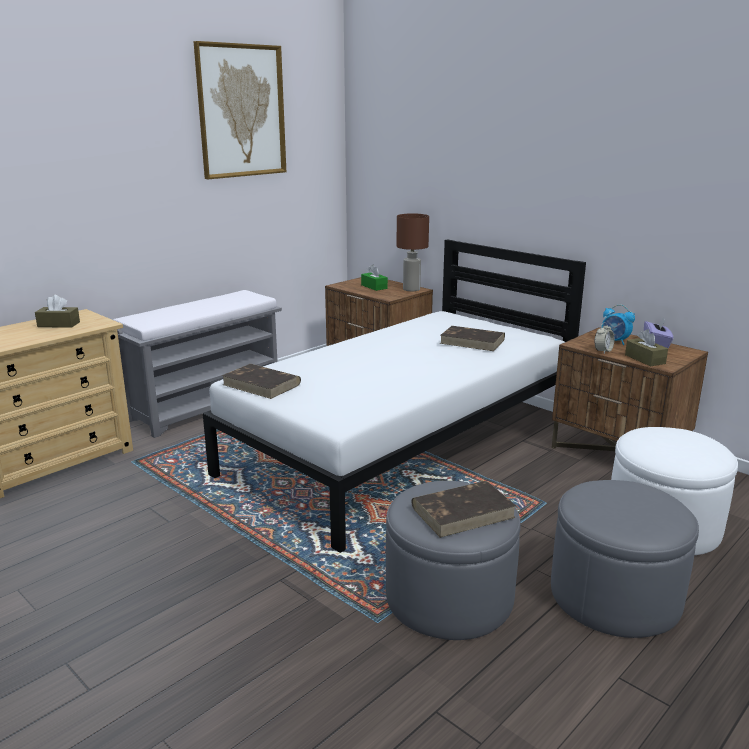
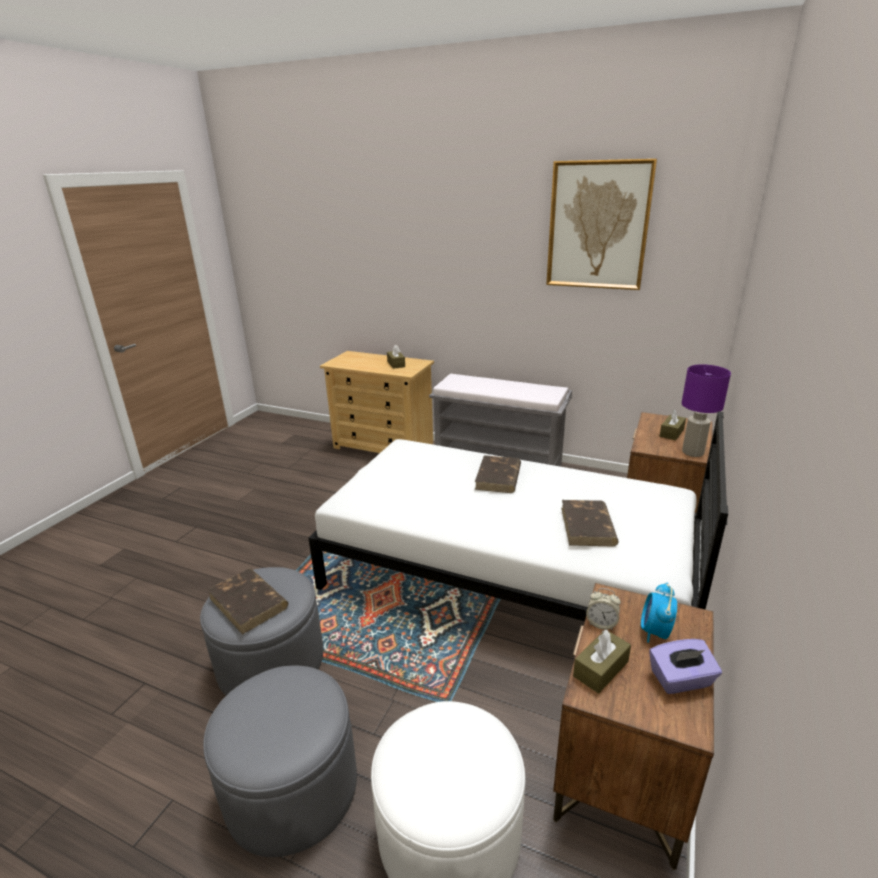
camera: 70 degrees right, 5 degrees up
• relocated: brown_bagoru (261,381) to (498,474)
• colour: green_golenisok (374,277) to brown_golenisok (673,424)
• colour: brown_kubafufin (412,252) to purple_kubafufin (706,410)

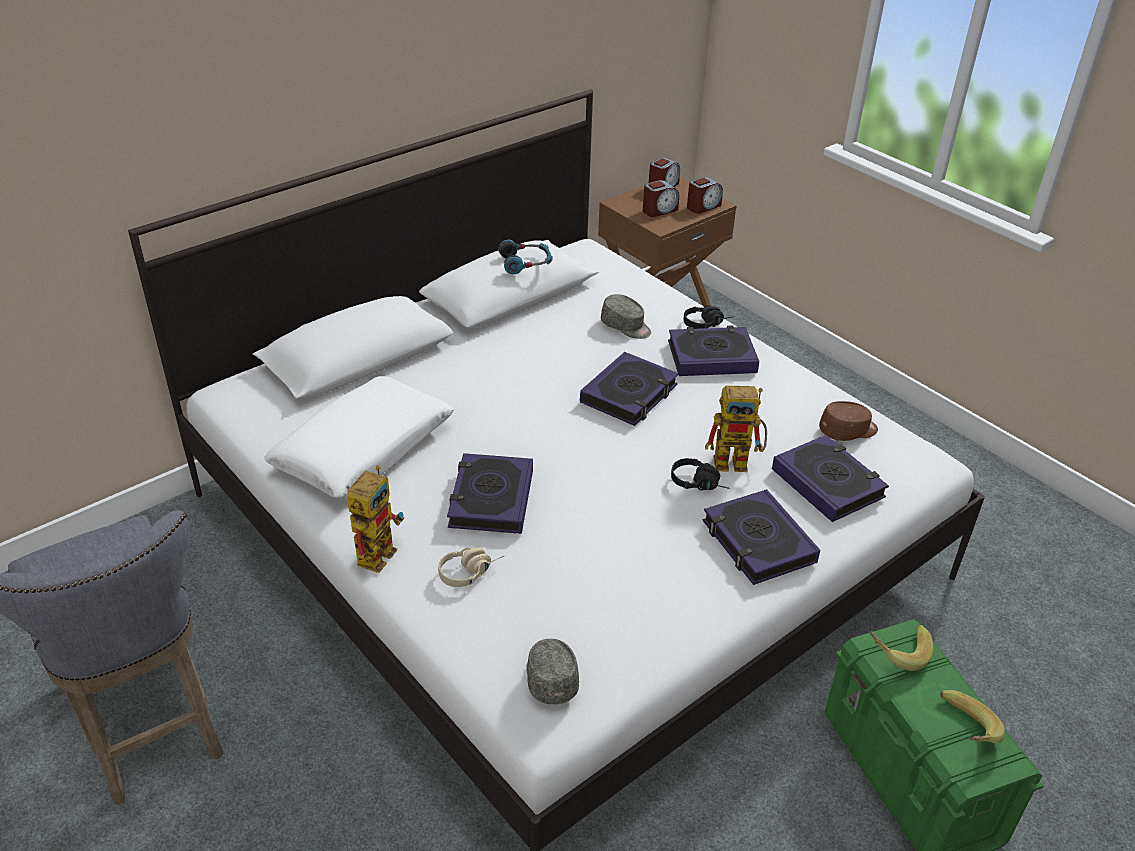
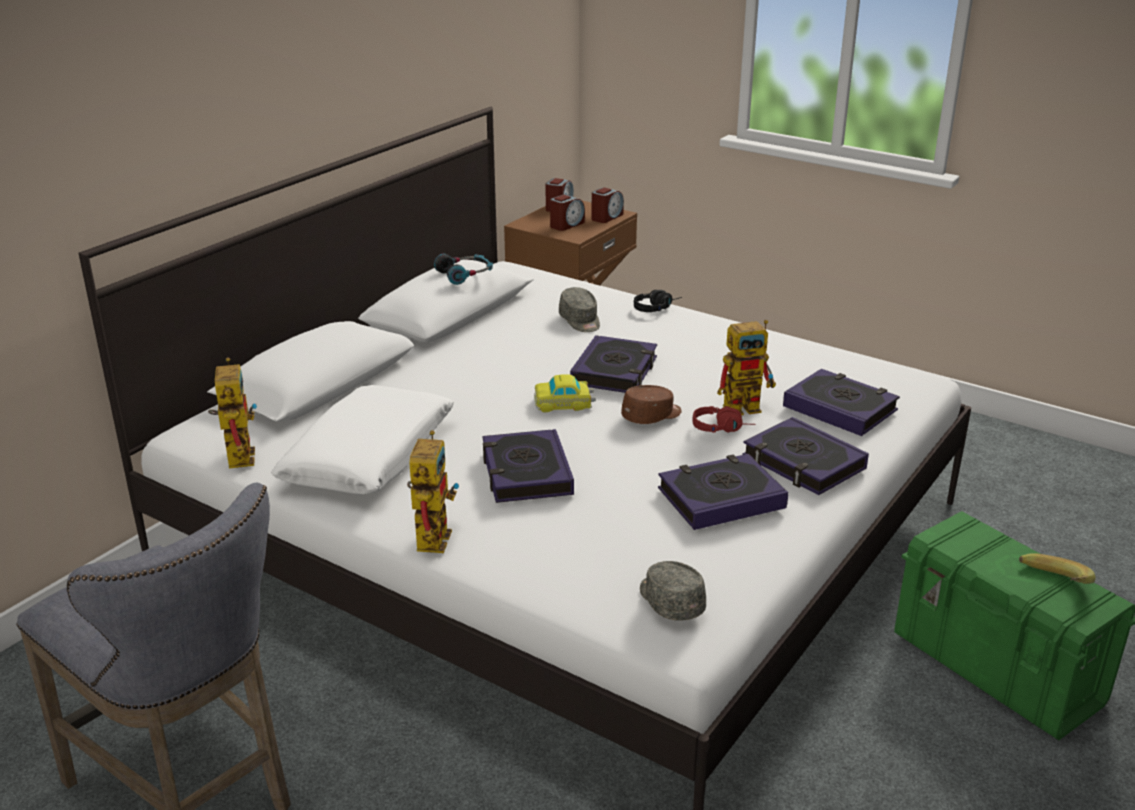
camera: 15 degrees left, 10 degrees down
• missing: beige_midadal (471,567)
• spun: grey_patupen (626,316) = (579,309) 45 degrees clockwise
• relocated: bagoru (713,350) to (723,492)
• colour: black_midadal (700,474) to red_midadal (724,419)
• relocated: brown_patupen (848,421) to (651,404)
• missing: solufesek (901,648)
• appeared: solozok (232,412)
• appeared: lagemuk (565,393)

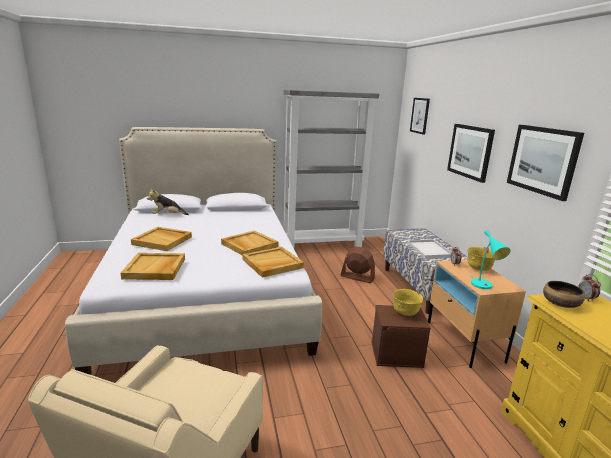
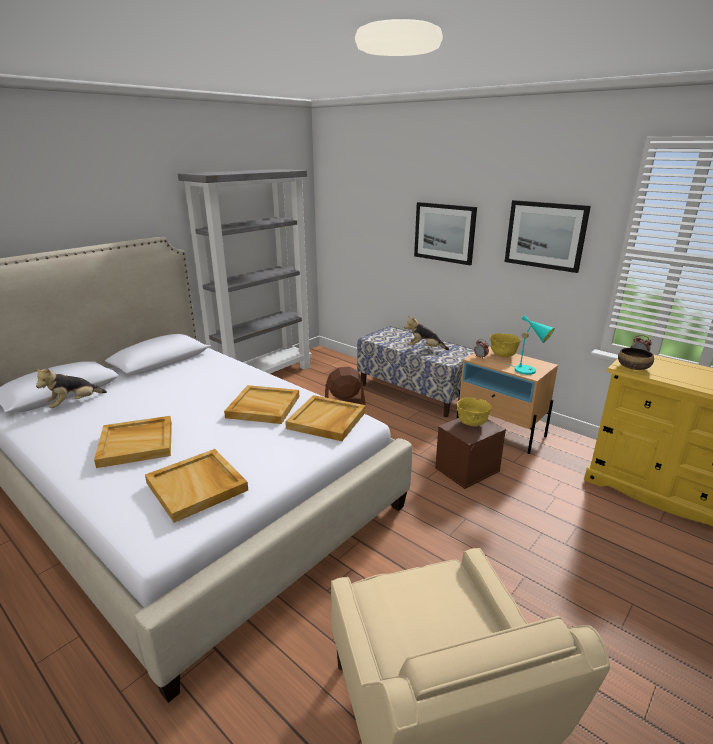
camera: 35 degrees left, 5 degrees up
• exchanged: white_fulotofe (429,248) to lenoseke (426,333)
• missing: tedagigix (420,116)

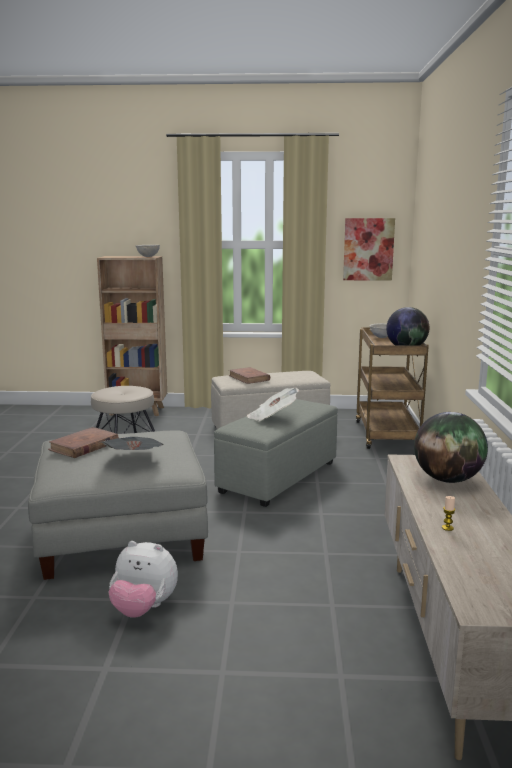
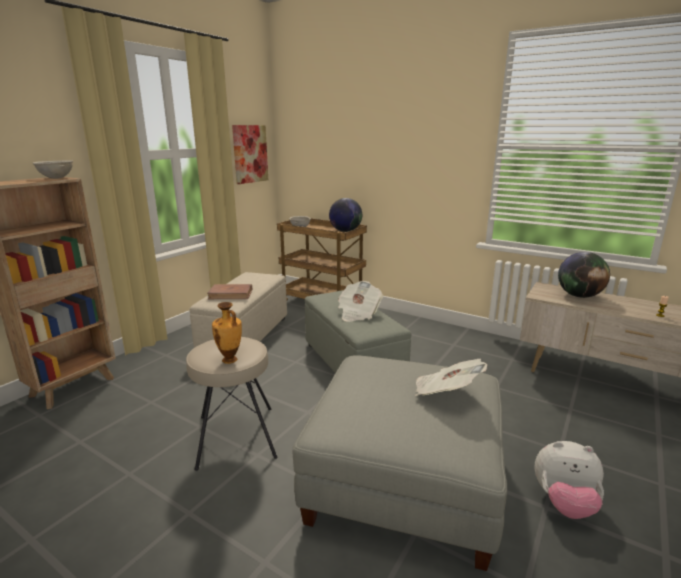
camera: 60 degrees left, 5 degrees up
• missing: brown_bagoru (83,442)
• spun: lenoseke (143,579) = (569,480) 60 degrees clockwise
• appeared: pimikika (227,333)

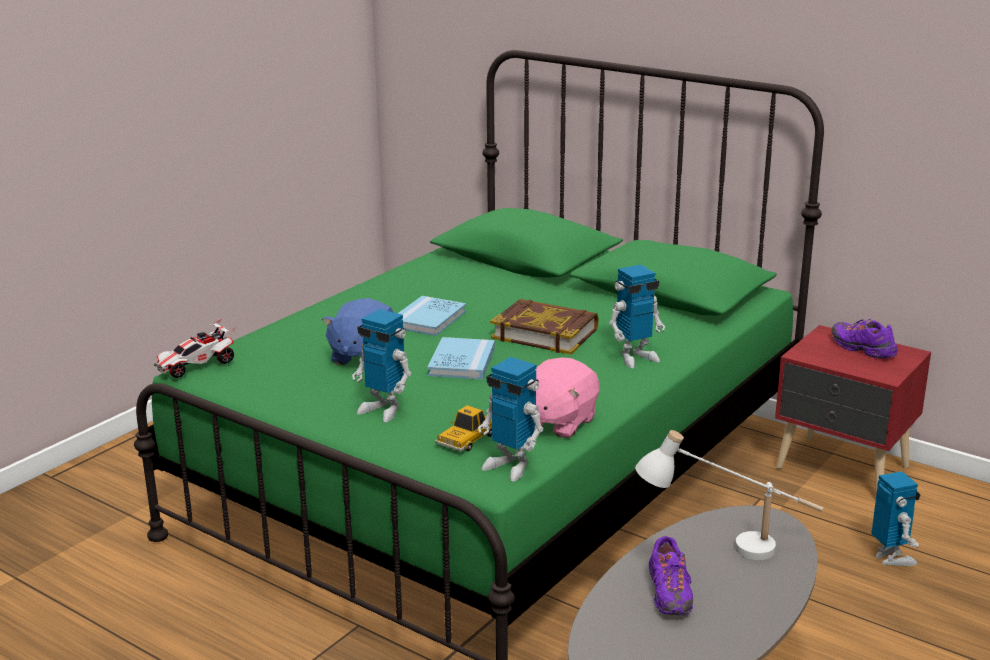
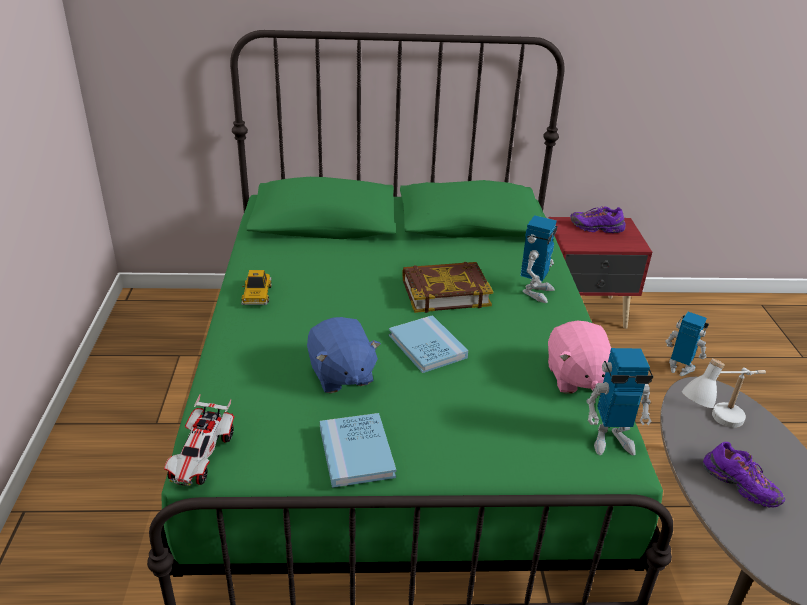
camera: 40 degrees left, 10 degrees up
• missing: solozok (381,365)
• relocated: blue_bagoru (432,316) to (358,450)
• relocated: lagemuk (463,428) to (256,287)

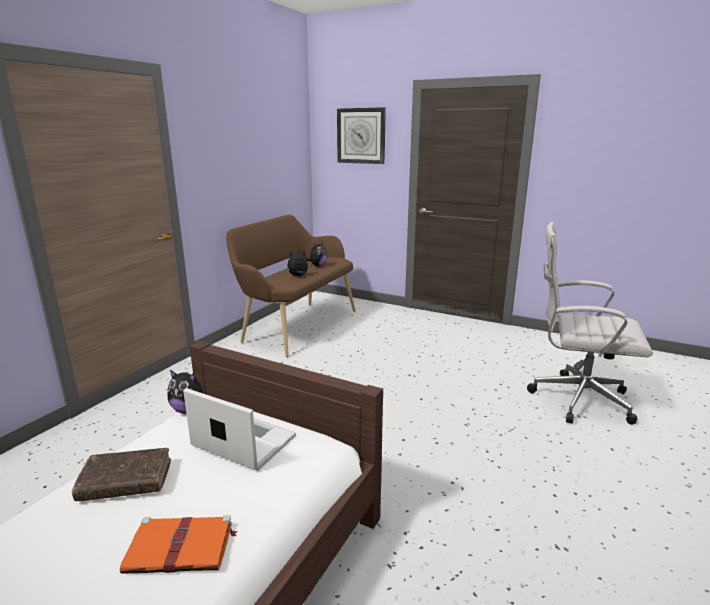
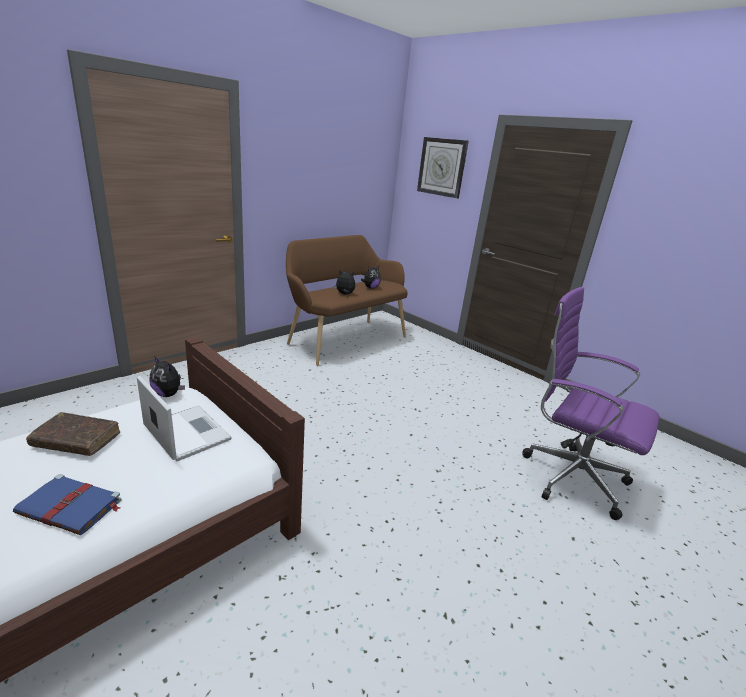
camera: 15 degrees right, 5 degrees up
• colour: orange_bagoru (179,544) to blue_bagoru (67,504)
• colour: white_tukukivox (590,323) to purple_tukukivox (590,403)

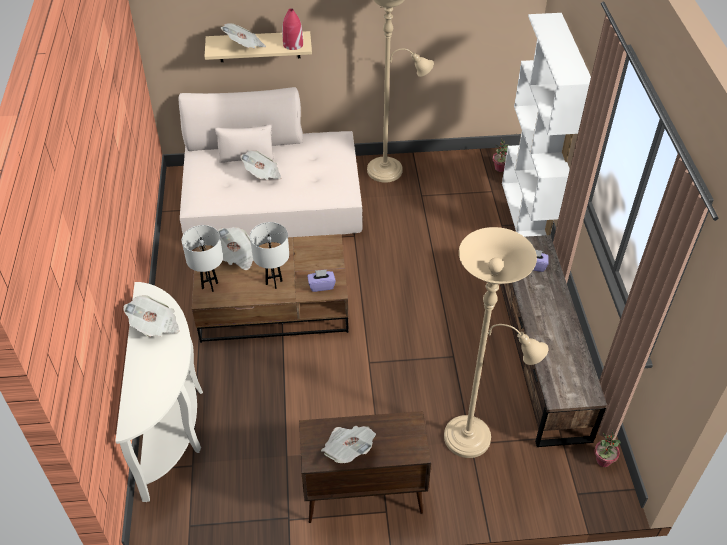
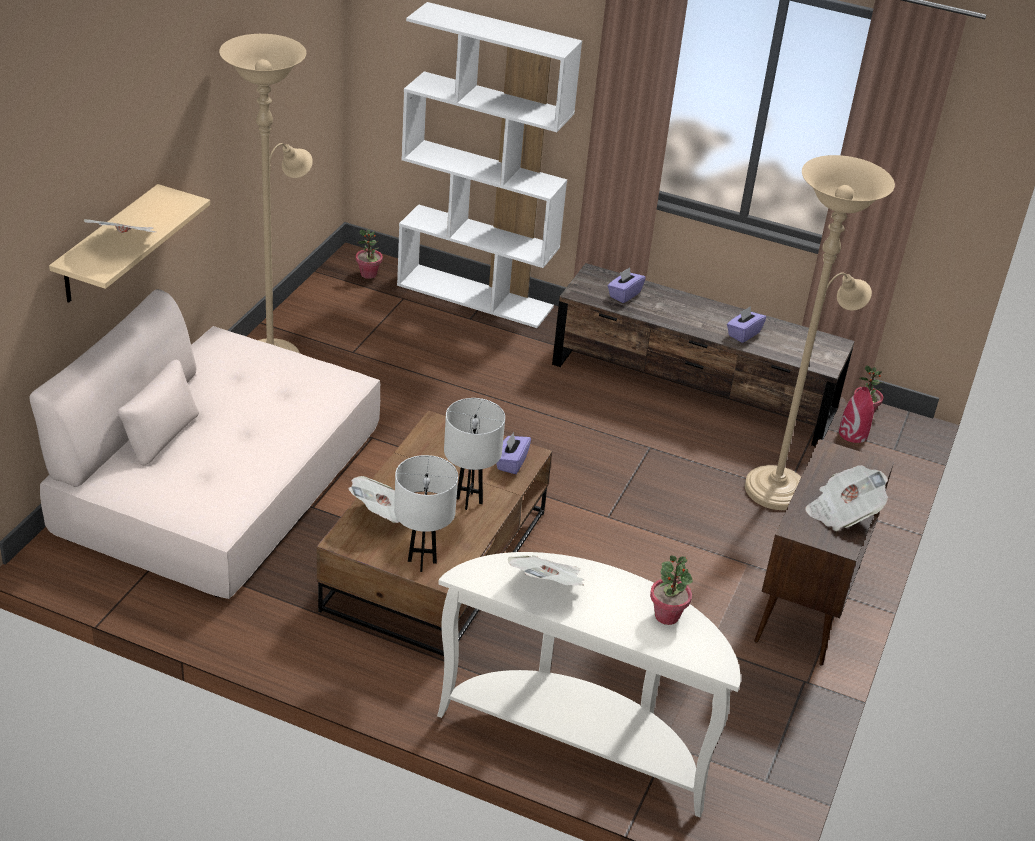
camera: 65 degrees left, 10 degrees down
• missing: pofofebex (260,165)
• relocated: red_pimikika (292,29) to (856,415)
• appeared: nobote (671,590)
• appeared: purple_golenisok (746,324)

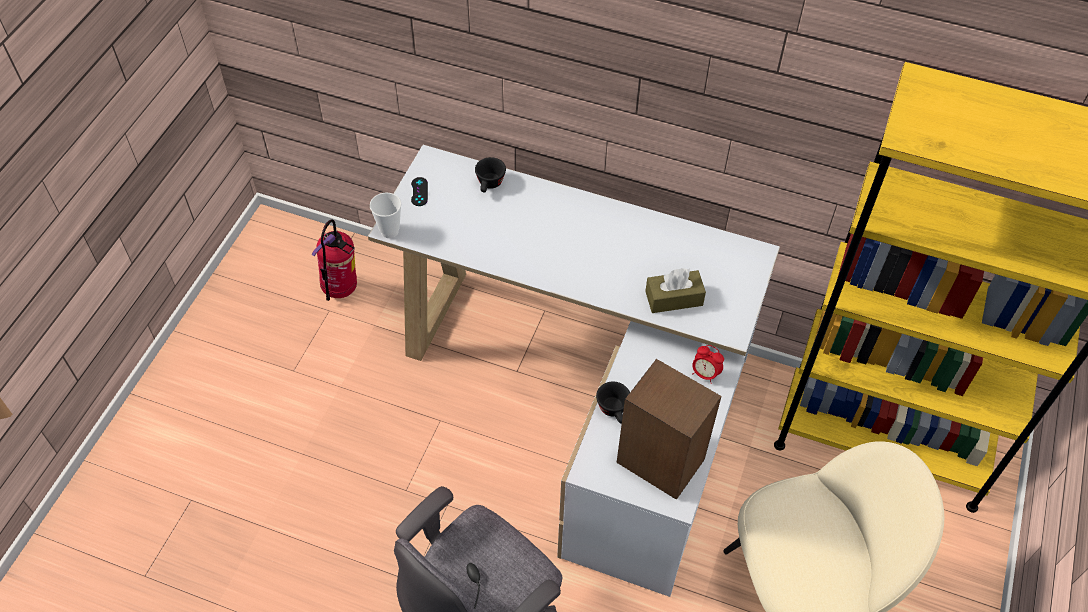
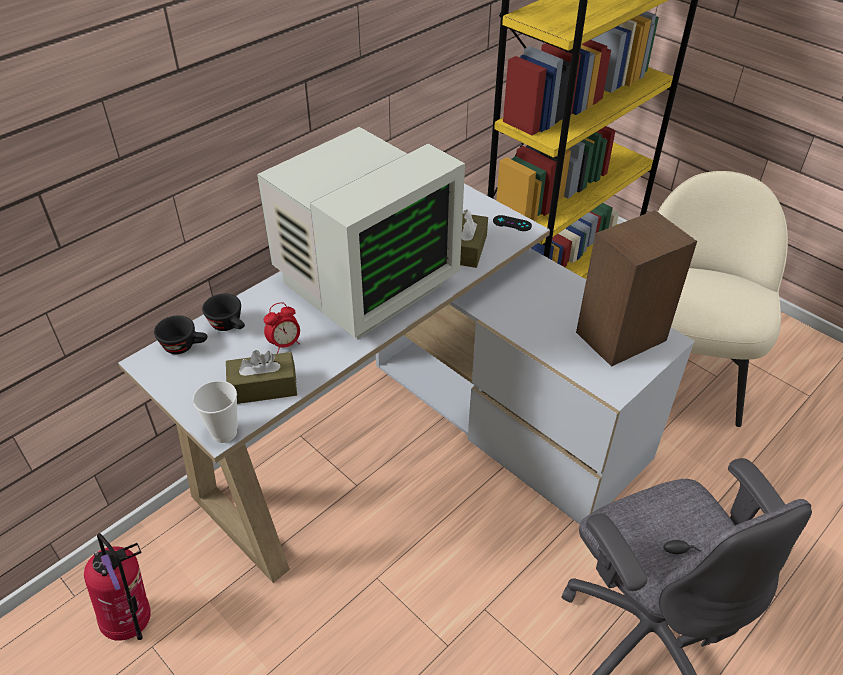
camera: 65 degrees left, 10 degrees down
• relocated: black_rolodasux (419,191) to (512,223)
• relocated: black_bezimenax (613,403) to (181,334)
• relocated: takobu (708,364) to (282,328)
• appeared: brown_golenisok (261,377)
• appeared: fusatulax (361,233)

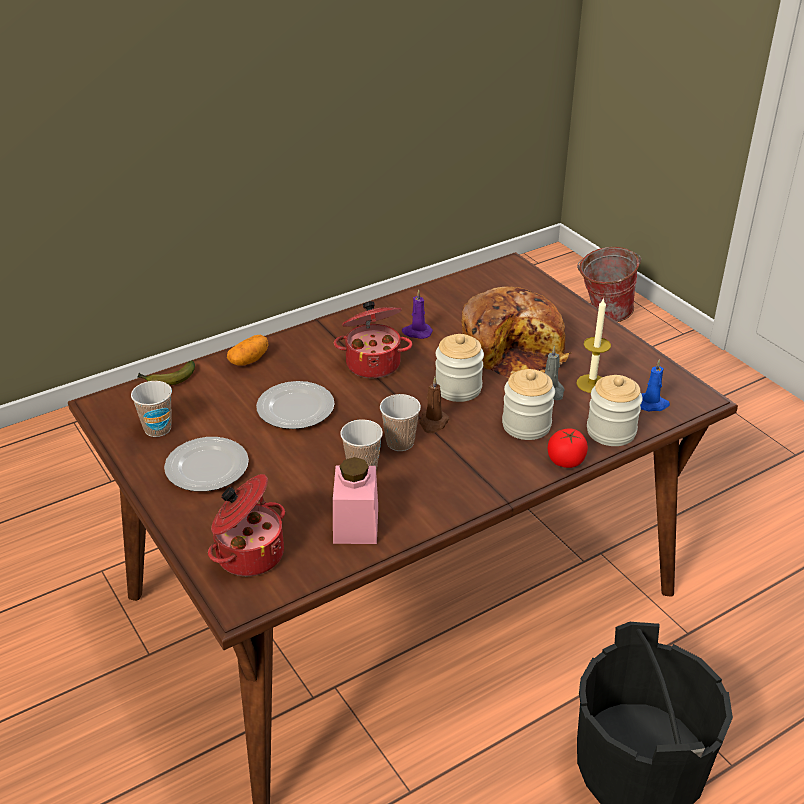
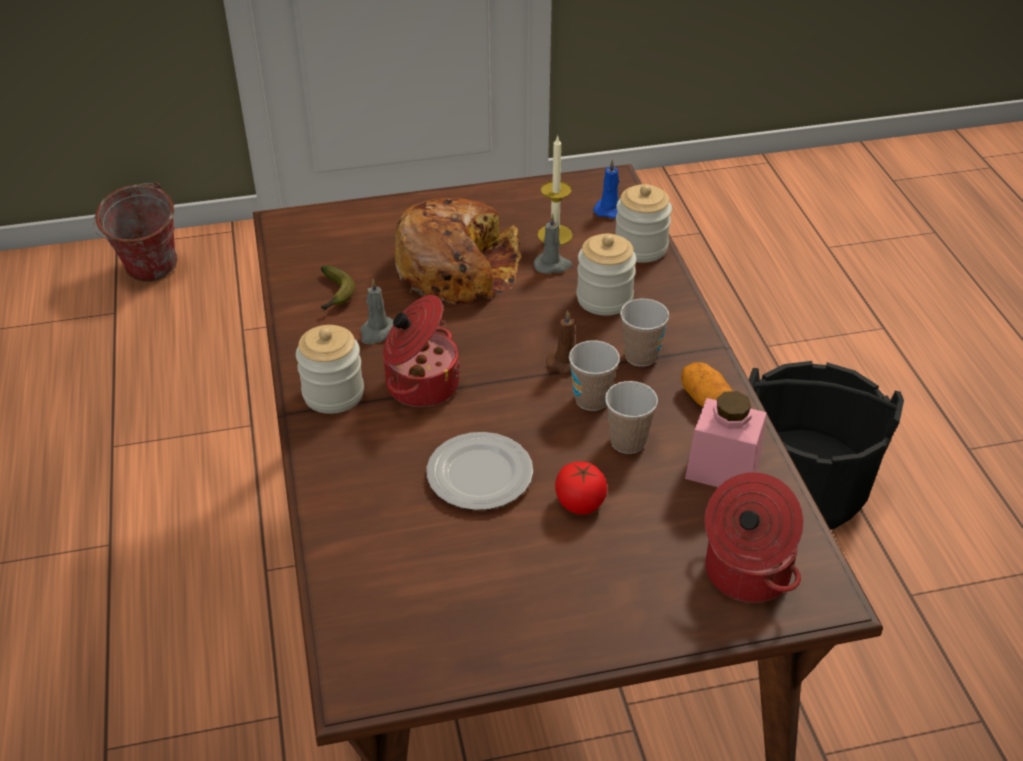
camera: 70 degrees left, 5 degrees up
• relocated: bezimenax (151,409) to (644,333)
• relocated: solufesek (166,373) to (338,288)
• missing: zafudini (206,464)
• relocated: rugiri (248,350) to (707,384)
• colour: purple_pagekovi (417,314) to grey_pagekovi (376,311)
• relocated: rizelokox (459,368) to (330,369)
• relocated: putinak (568,448) to (581,488)

